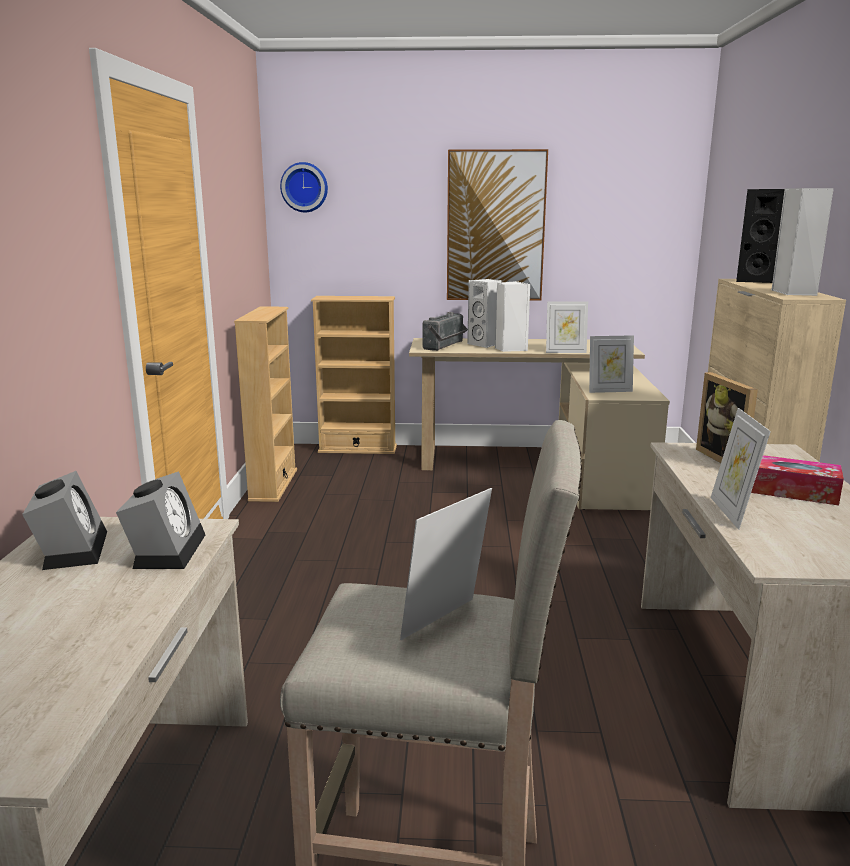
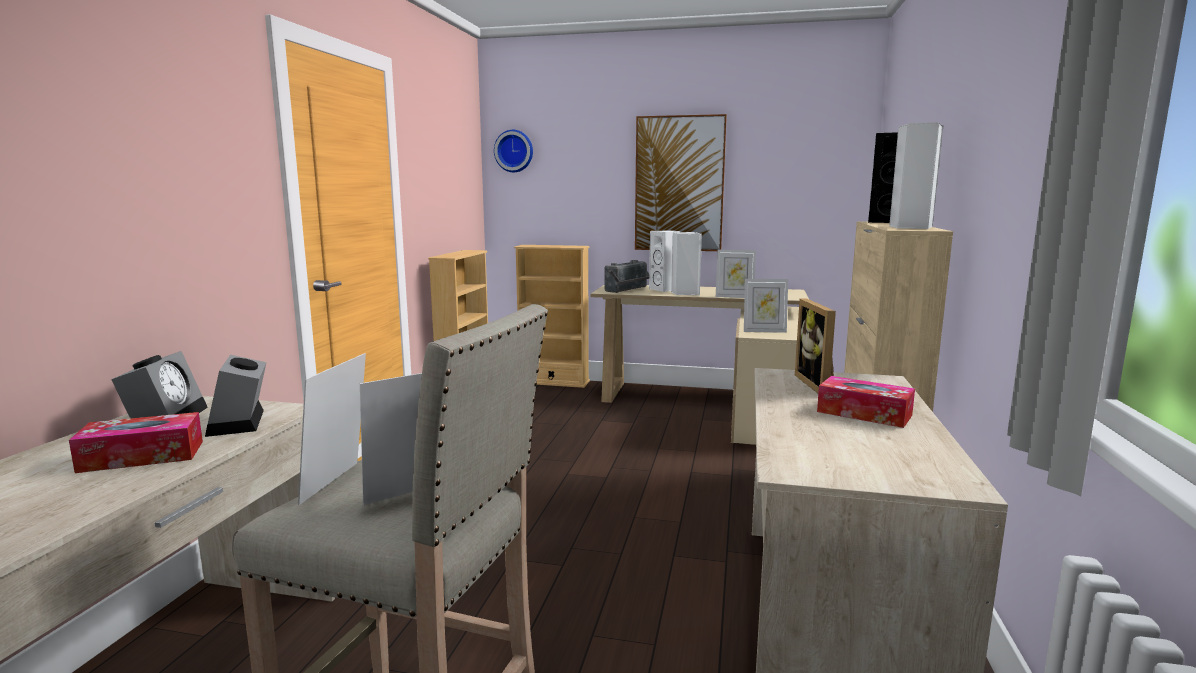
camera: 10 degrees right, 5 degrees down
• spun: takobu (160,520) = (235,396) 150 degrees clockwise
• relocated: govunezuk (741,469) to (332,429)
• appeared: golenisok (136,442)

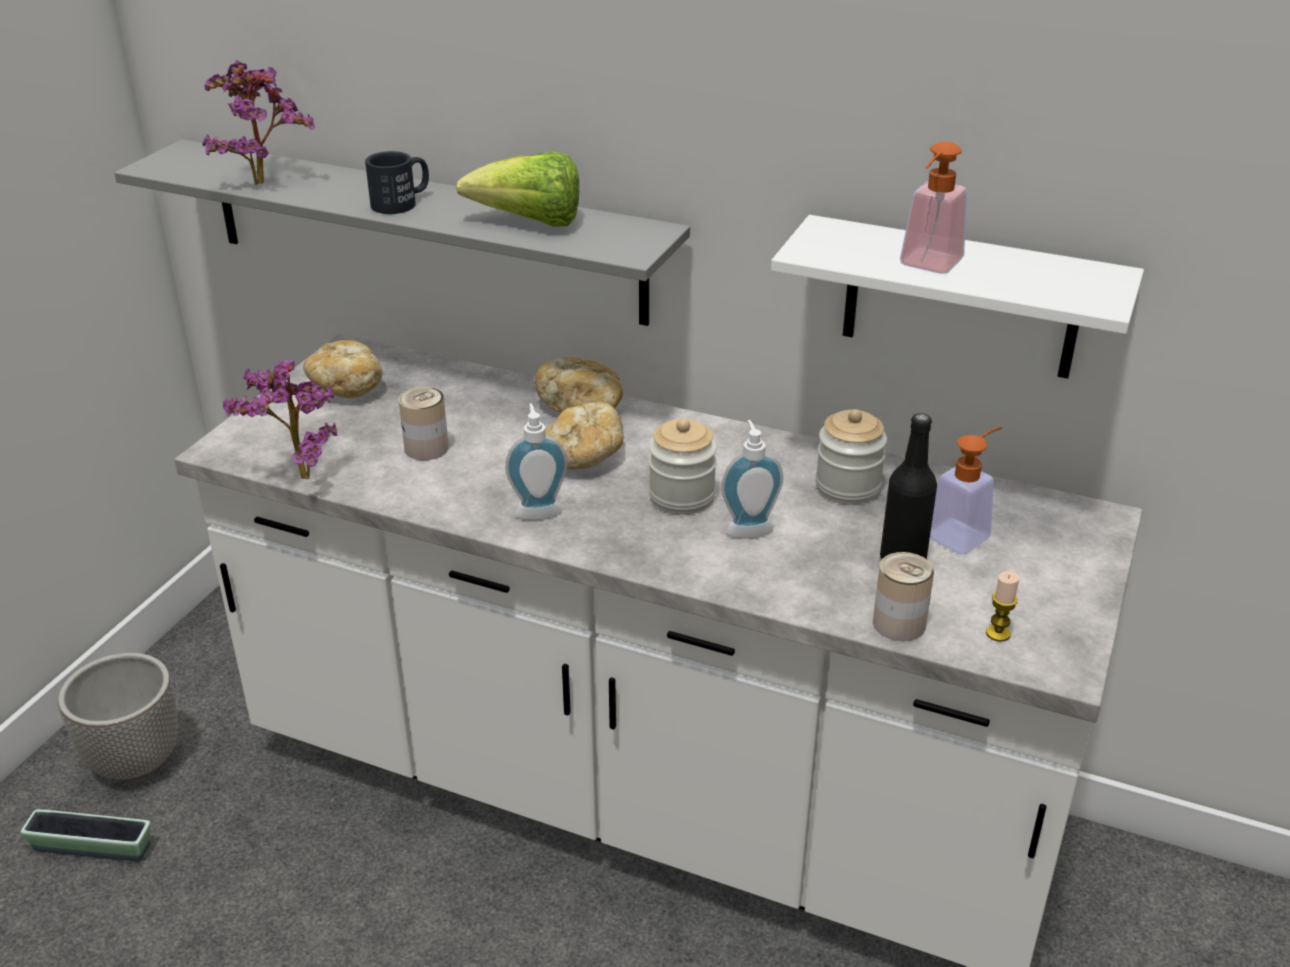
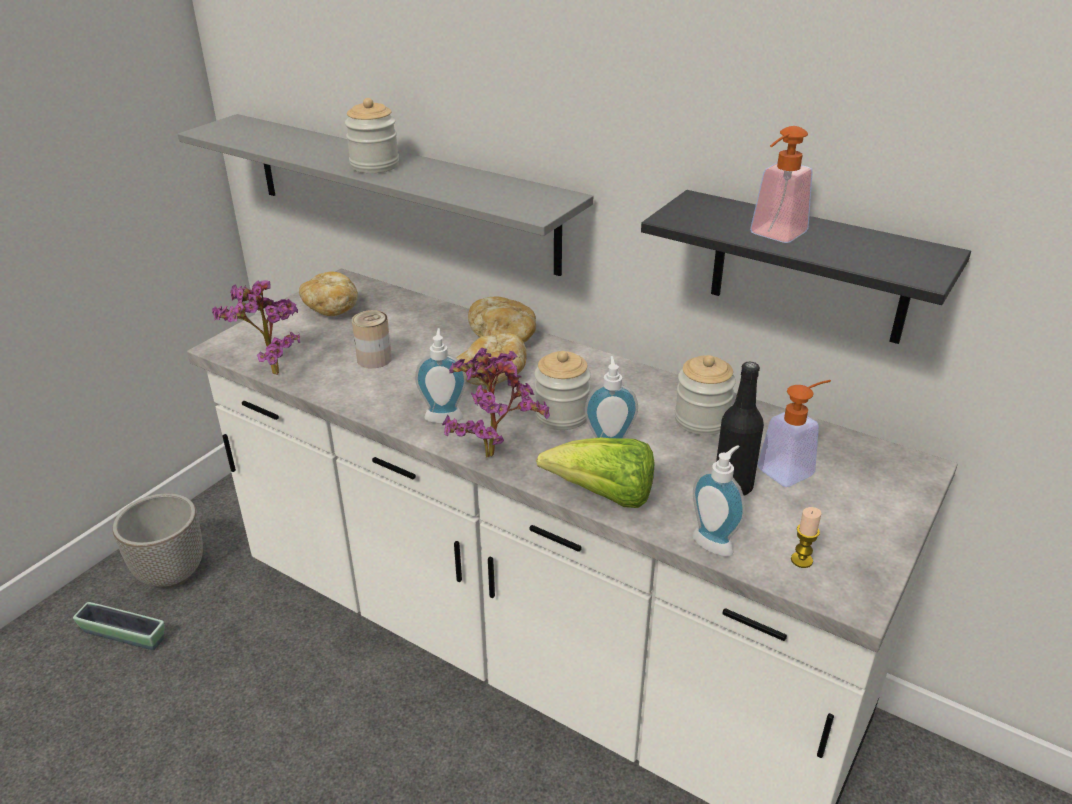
camera: 10 degrees right, 0 degrees up
• relocated: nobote (258,122) to (496,403)
• exchanged: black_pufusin (397,182) to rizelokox (372,135)
• relocated: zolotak (517,189) to (595,473)
• colour: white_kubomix (957,297) to black_kubomix (806,267)
• exchanged: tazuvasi (903,596) to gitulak (718,500)

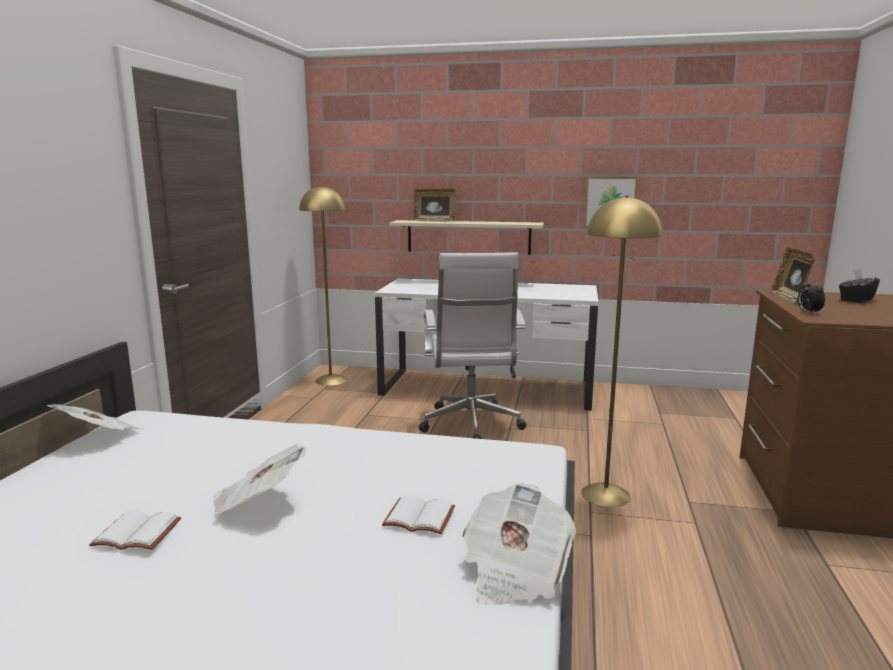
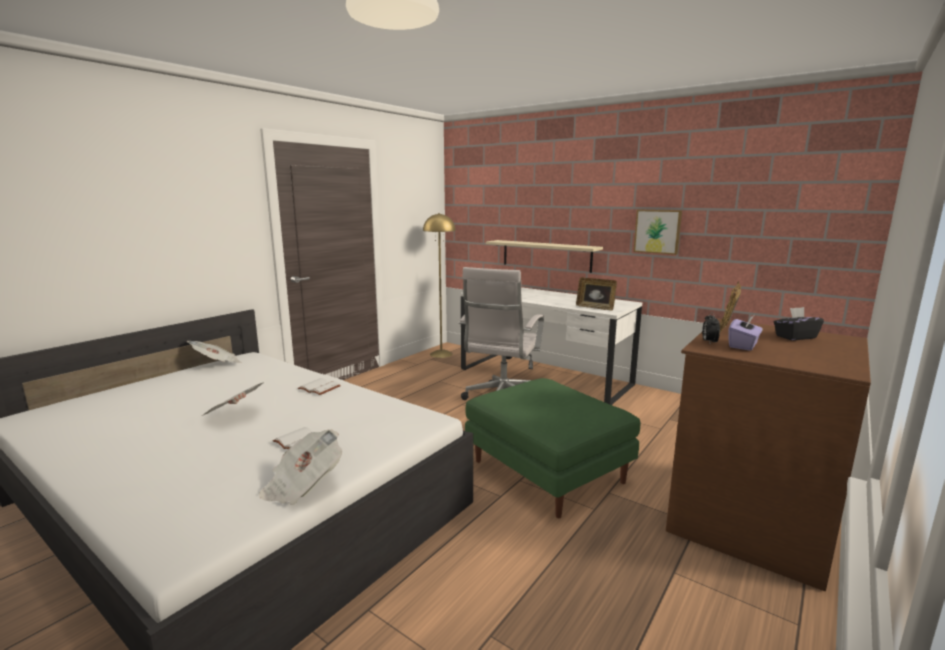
camera: 25 degrees right, 0 degrees up
• relocated: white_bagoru (135,530) to (319,386)
• relocated: govunezuk (434,205) to (596,294)
• exchanged: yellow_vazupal (621,351) to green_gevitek (552,448)
• appeared: purple_golenisok (745,333)

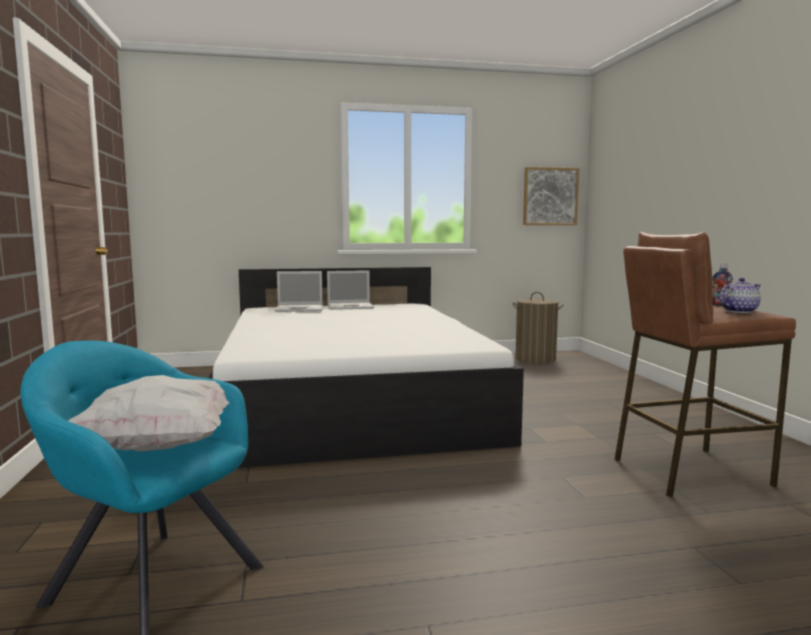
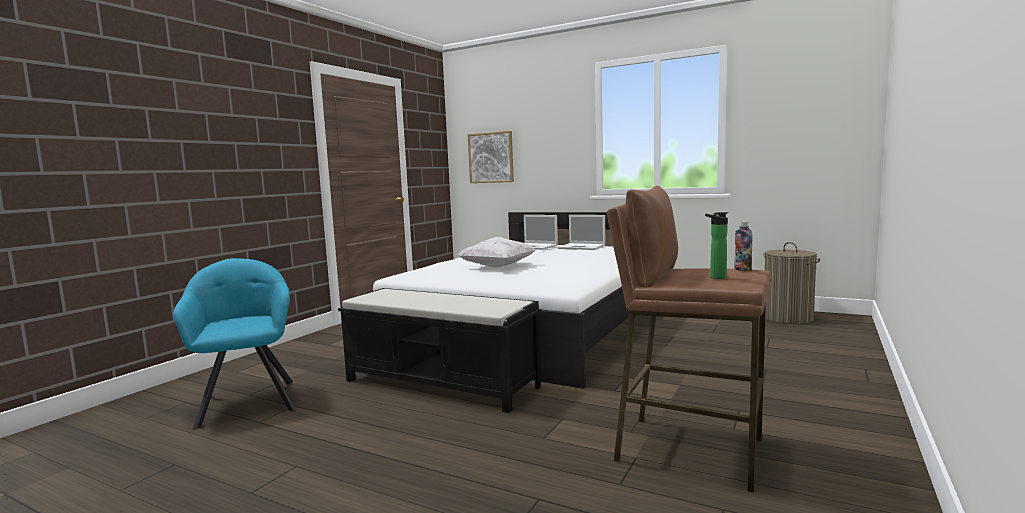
camera: 40 degrees right, 0 degrees up
• relocated: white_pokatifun (148,413) to (496,252)
• relocated: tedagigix (551,196) to (491,157)
• exchanged: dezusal (740,295) to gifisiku (716,245)
• appeared: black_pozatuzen (439,350)

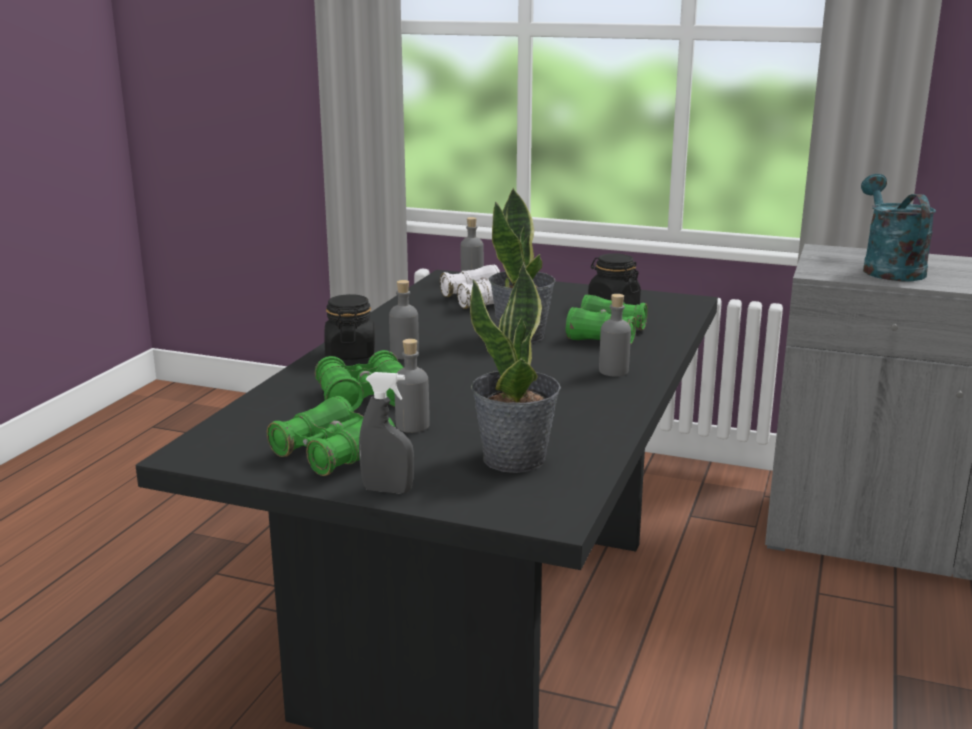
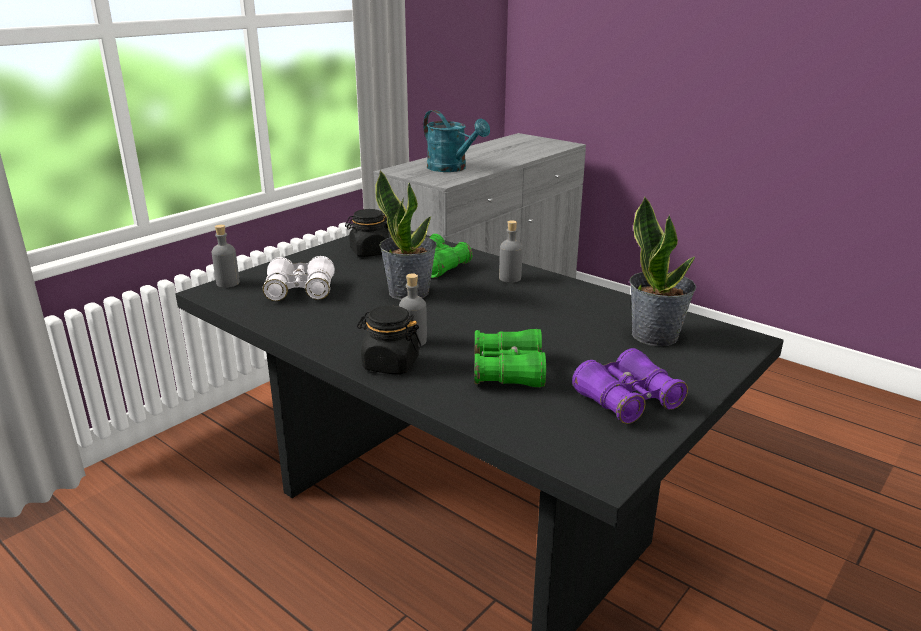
camera: 70 degrees left, 5 degrees up
• colour: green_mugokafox (331,436) to purple_mugokafox (630,386)
• missing: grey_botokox (386,433)
• missing: grey_gifisiku (412,386)
• spun: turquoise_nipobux (898,228) = (456,141) 150 degrees counterclockwise

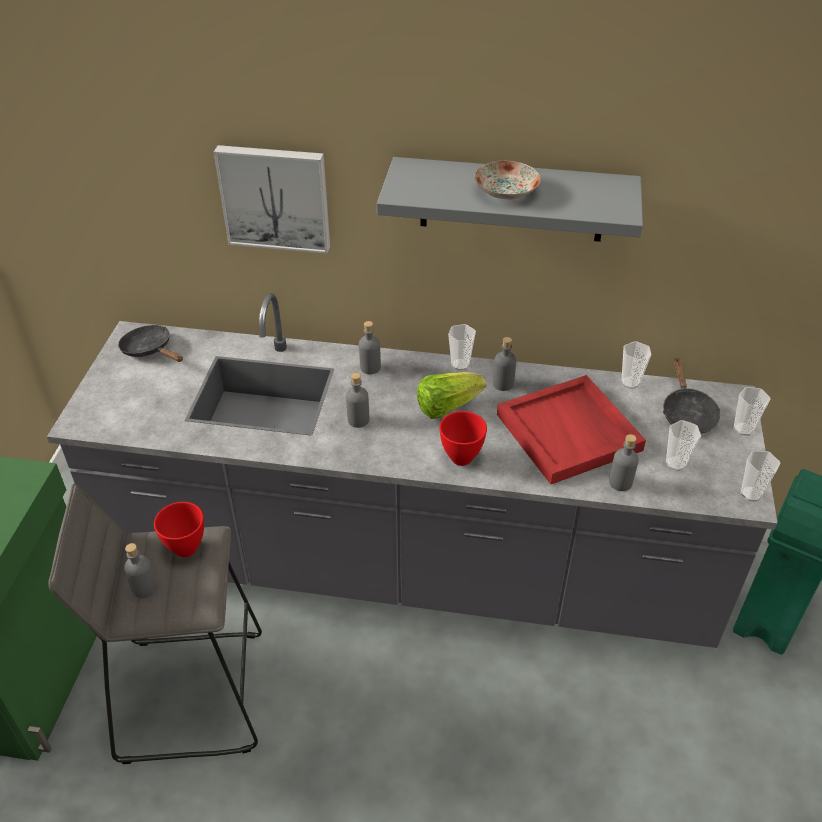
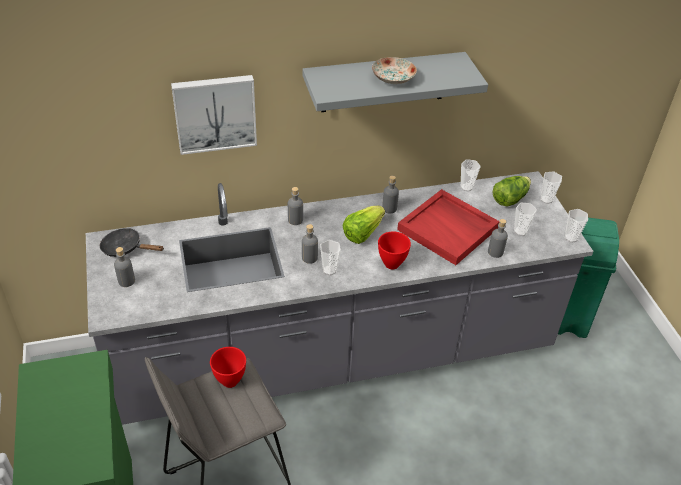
camera: 25 degrees left, 0 degrees up
• relocated: grey_gifisiku (140,570) to (124,267)
• relocated: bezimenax (462,347) to (330,258)
• exchanged: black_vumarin (692,395) to zolotak (511,191)

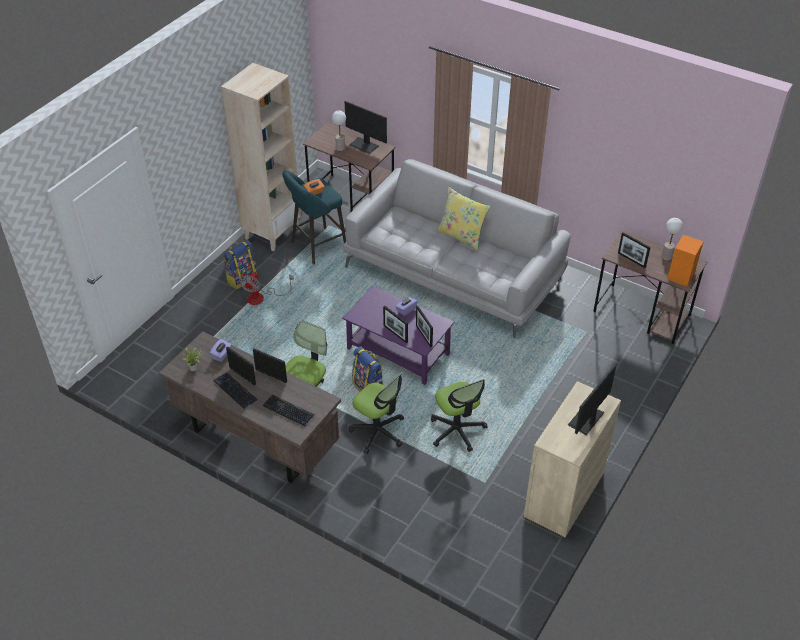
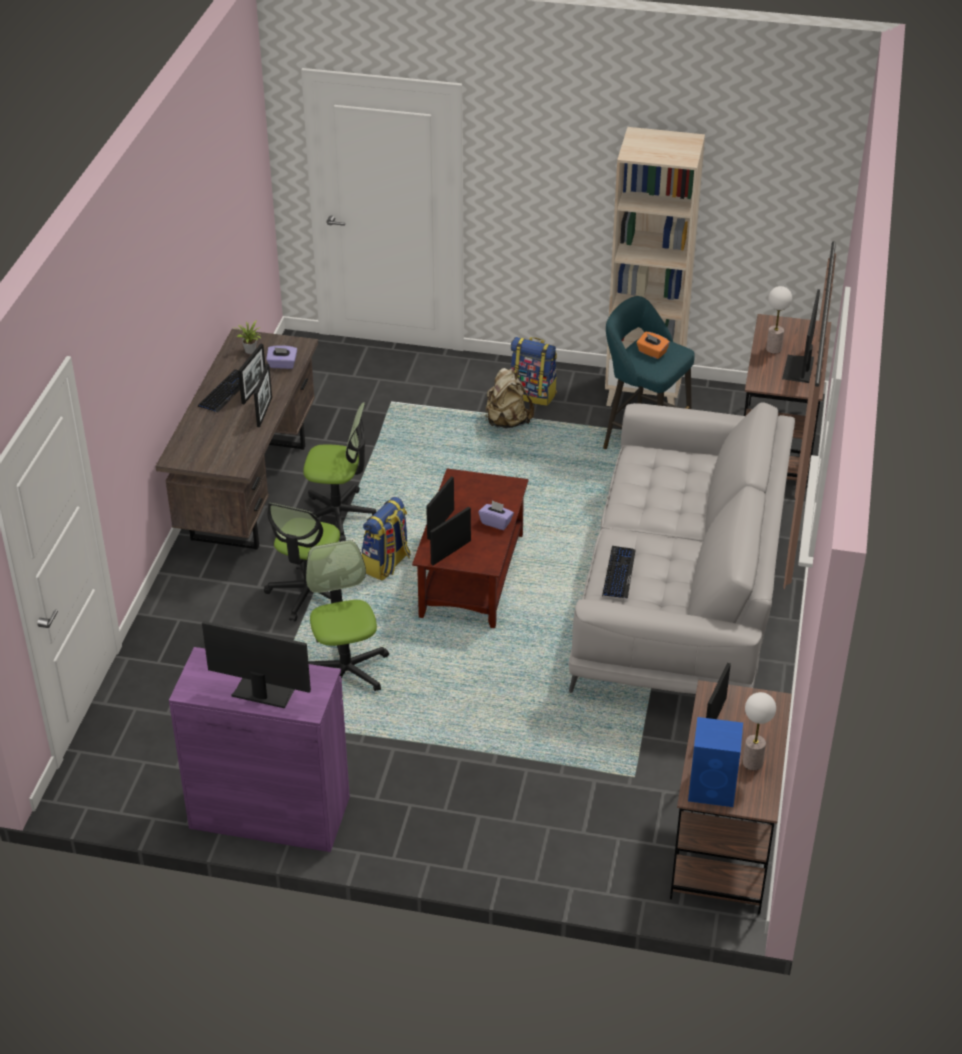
camera: 70 degrees right, 5 degrees down
• exchanged: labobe (267,288) to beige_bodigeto (509,398)
• relocated: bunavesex (289,410) to (619,572)
• colour: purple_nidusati (398,335) to brown_nidusati (470,548)
• spun: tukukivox (459,415) = (347,615) 120 degrees clockwise
• missing: yellow_pokatifun (464,219)
• colour: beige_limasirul (572,459) to purple_limasirul (259,749)
• colour: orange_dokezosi (685,260) to blue_dokezosi (715,762)

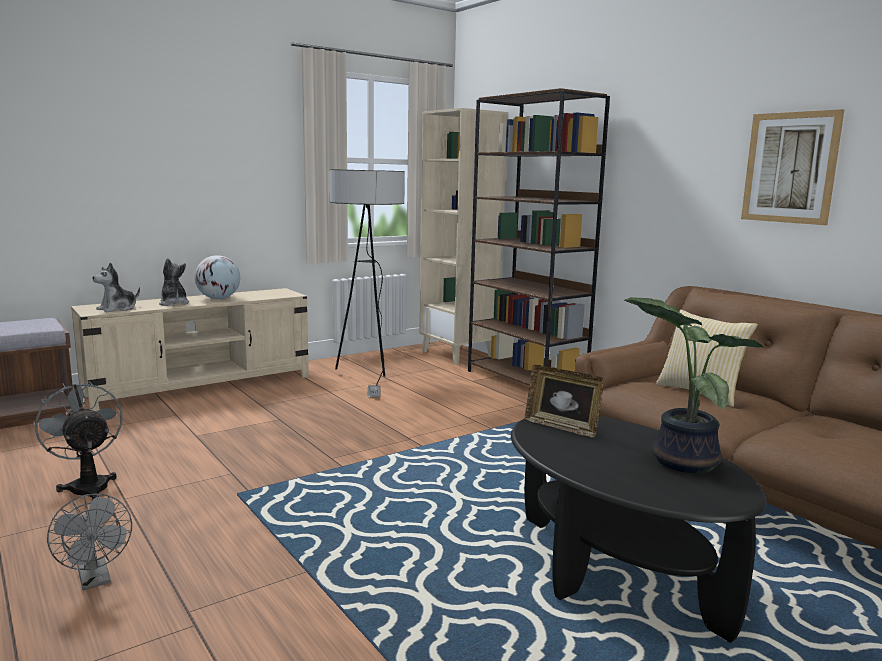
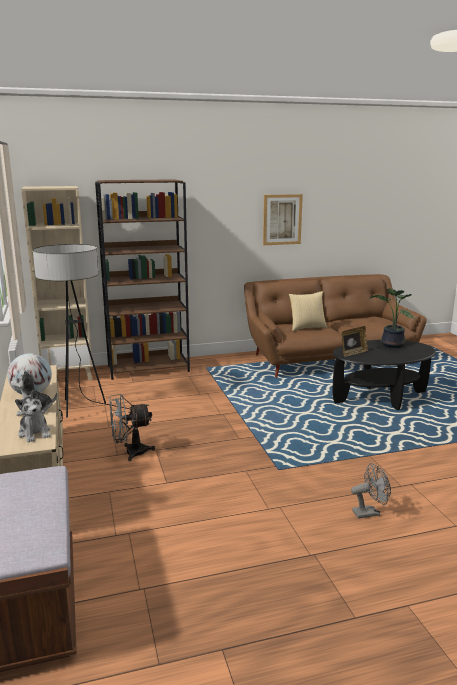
camera: 70 degrees left, 5 degrees up
• relocated: grey_labobe (78,440) to (132,427)

